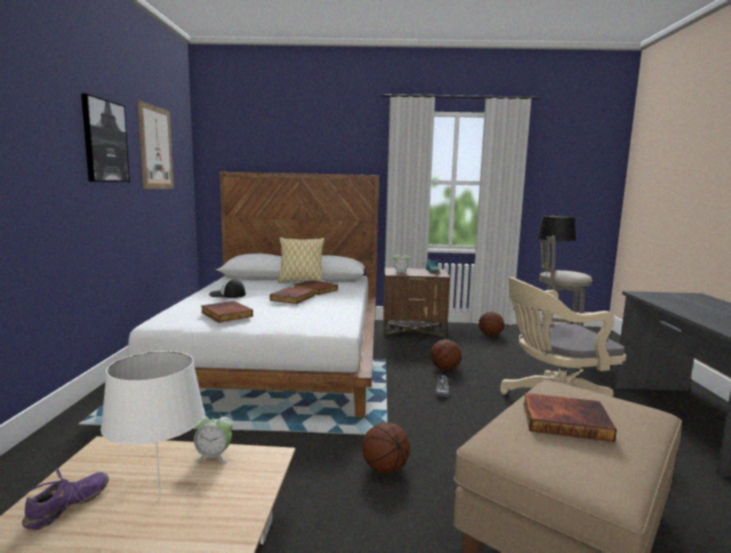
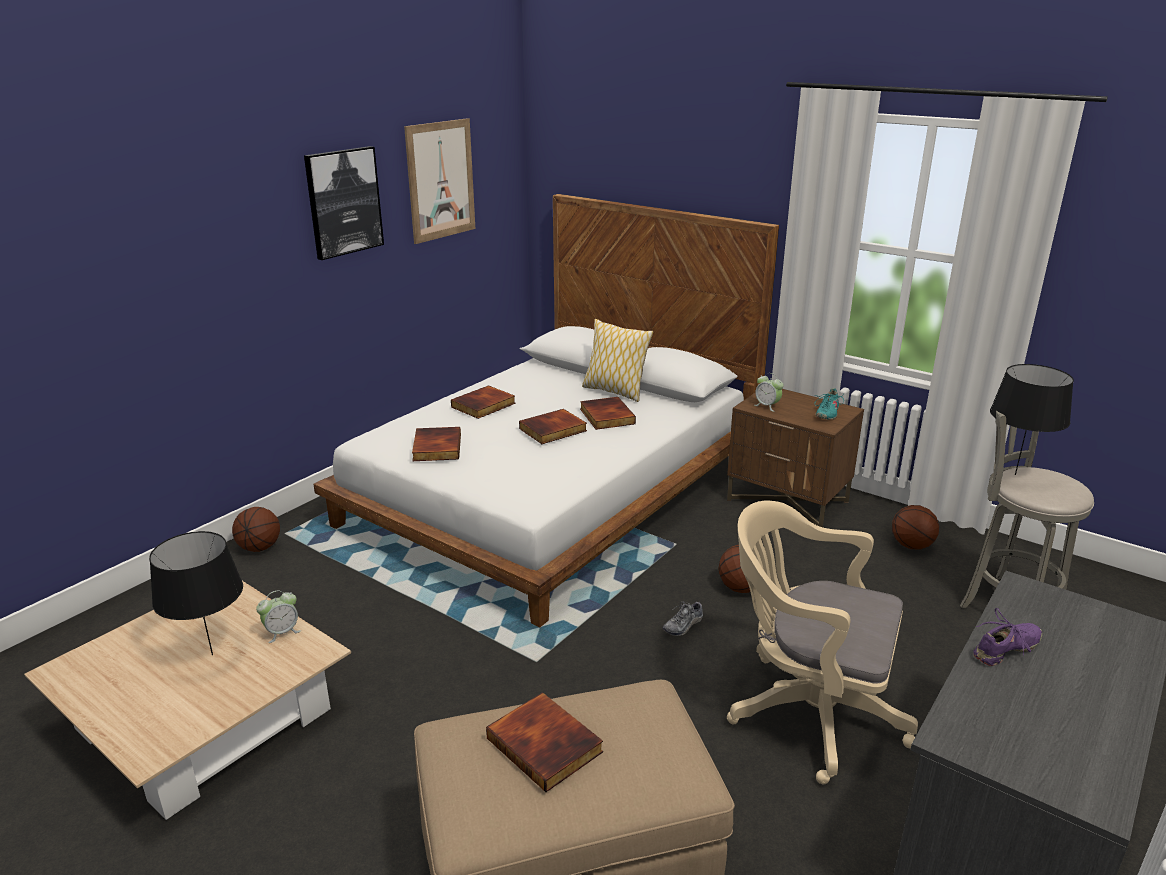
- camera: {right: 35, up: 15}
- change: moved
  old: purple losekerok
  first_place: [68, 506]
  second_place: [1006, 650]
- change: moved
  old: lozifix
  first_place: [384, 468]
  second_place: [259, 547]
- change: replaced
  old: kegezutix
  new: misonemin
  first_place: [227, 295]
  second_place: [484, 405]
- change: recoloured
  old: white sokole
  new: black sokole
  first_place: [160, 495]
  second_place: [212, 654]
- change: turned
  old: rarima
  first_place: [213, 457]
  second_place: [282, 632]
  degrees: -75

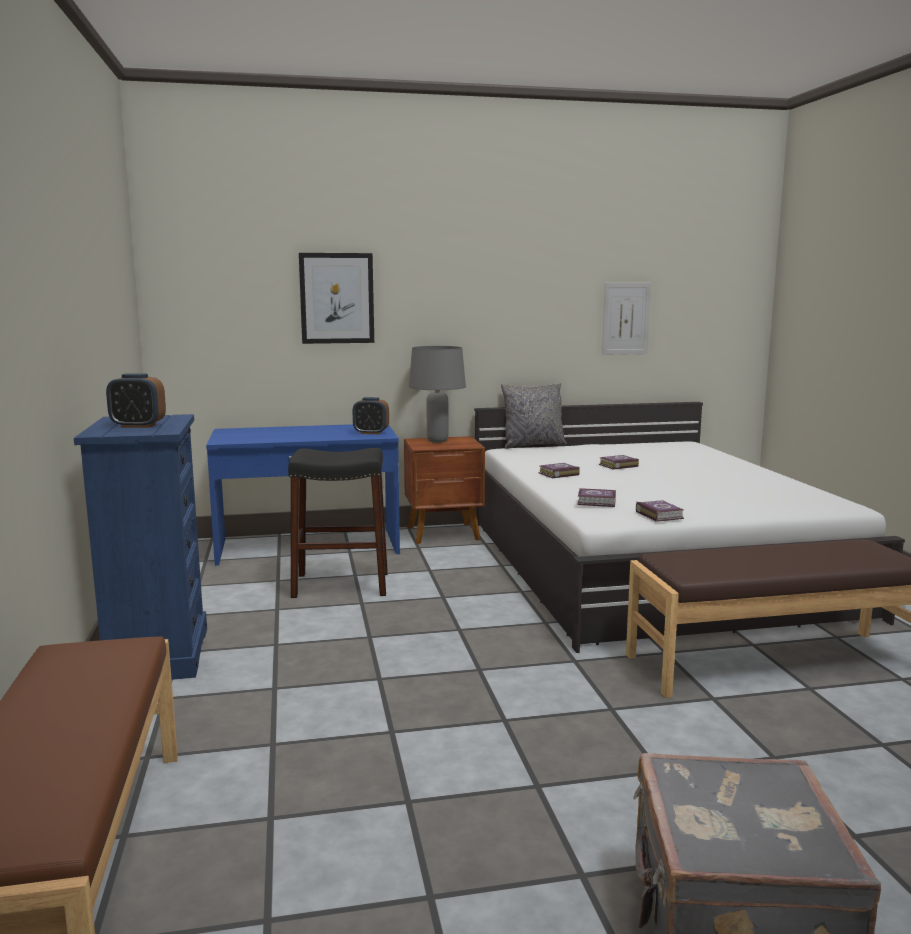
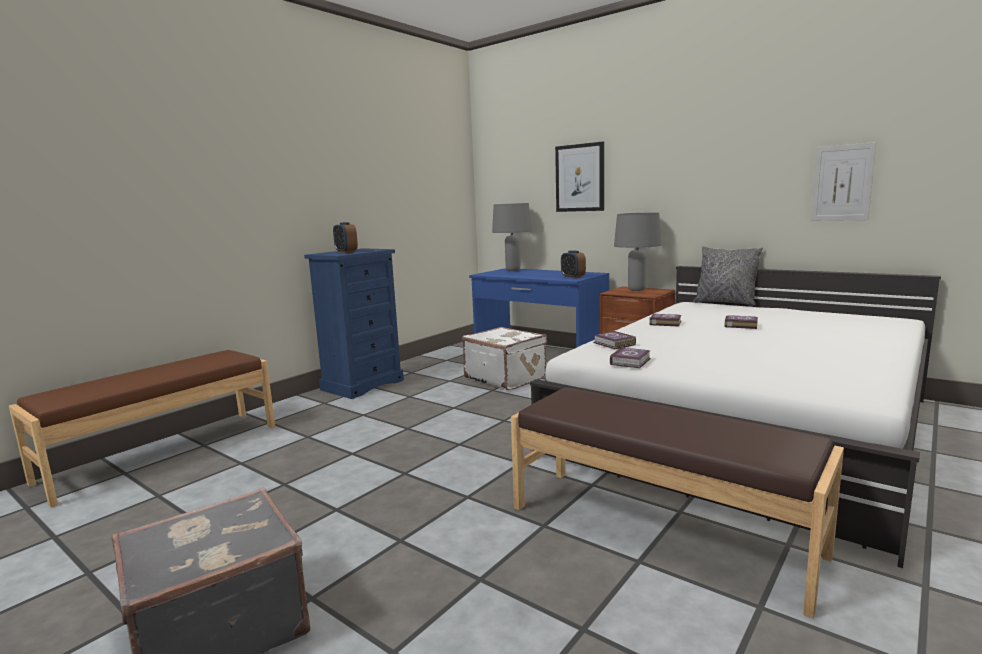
- camera: {right: 50, up: 0}
- change: added
  new: grey sokole
  second_place: [513, 270]
- change: replaced
  old: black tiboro
  new: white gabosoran
  first_place: [340, 585]
  second_place: [506, 378]

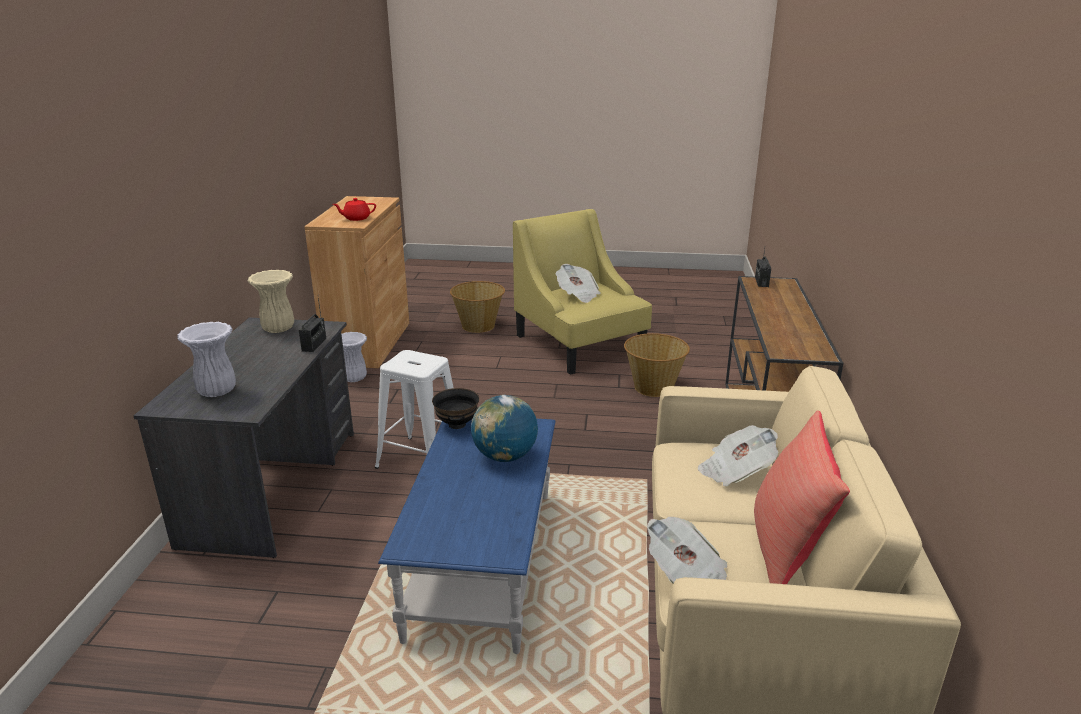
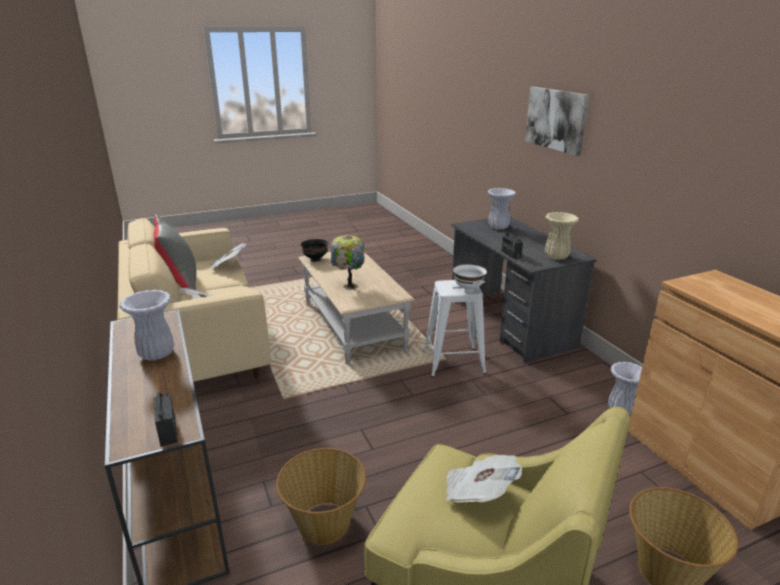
- camera: {right: 150, up: 0}
- change: removed
  old: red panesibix
  first_place: [356, 218]
- change: added
  new: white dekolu
  second_place: [157, 354]
- change: added
  new: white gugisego
  second_place: [468, 289]
- change: added
  new: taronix
  second_place: [556, 119]
- change: moved
  old: black gugisego
  first_place: [457, 424]
  second_place: [315, 259]
- change: replaced
  old: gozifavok
  new: sokole
  first_place: [505, 457]
  second_place: [349, 286]
- change: recoloured
  old: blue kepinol
  new: beige kepinol
  first_place: [482, 562]
  second_place: [353, 326]
- change: recoloured
  old: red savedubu
  new: grey savedubu
  first_place: [787, 550]
  second_place: [180, 283]

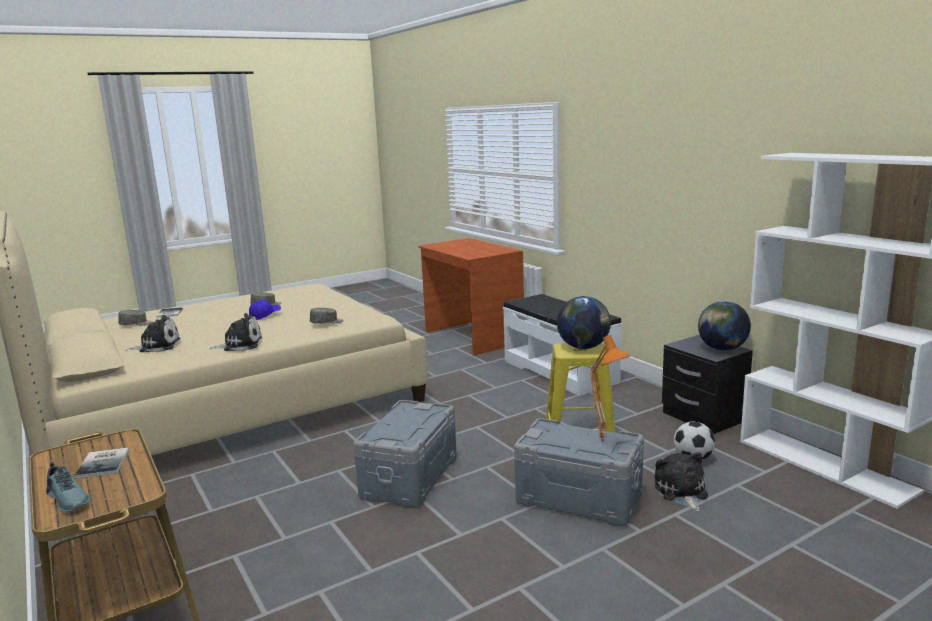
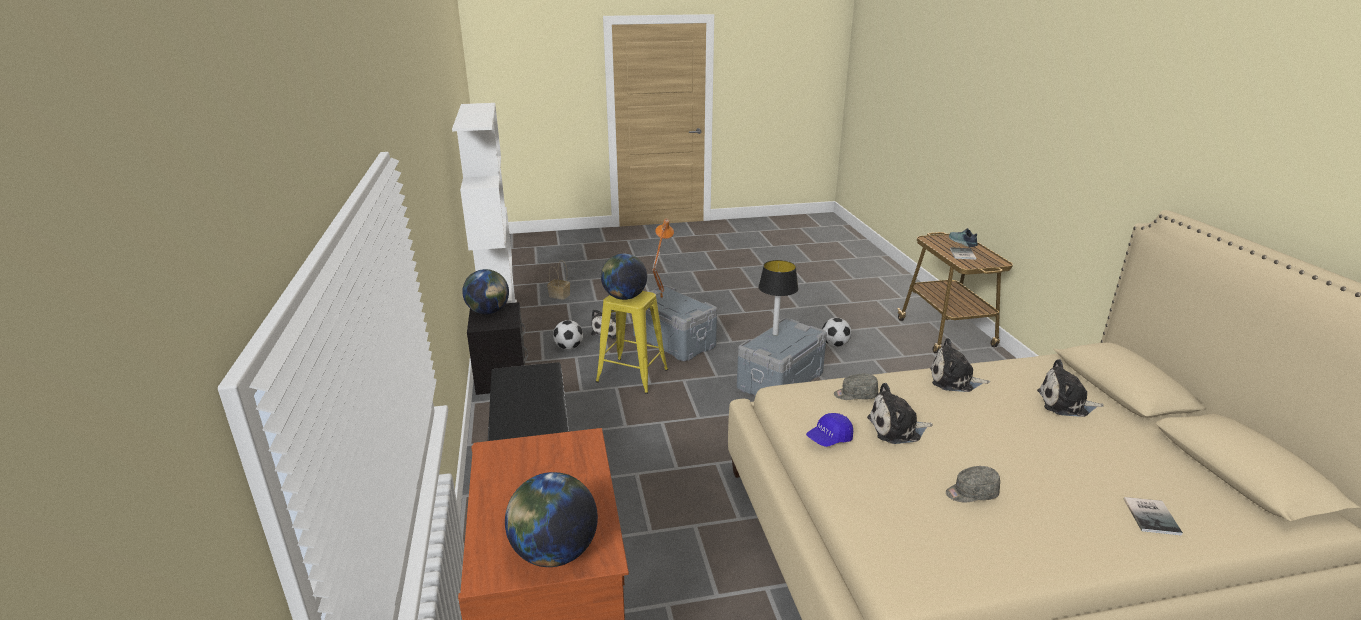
- camera: {right: -160, up: 10}
- change: removed
  old: grey kegezutix
  first_place: [136, 324]
- change: added
  new: gozifavok
  second_place: [554, 553]
- change: added
  new: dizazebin
  second_place: [560, 295]
- change: added
  new: sokole
  second_place: [774, 334]
- change: added
  new: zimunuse
  second_place: [835, 345]
- change: added
  new: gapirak
  second_place: [897, 429]
- change: moved
  old: blue kegezutix
  first_place: [265, 315]
  second_place: [829, 439]

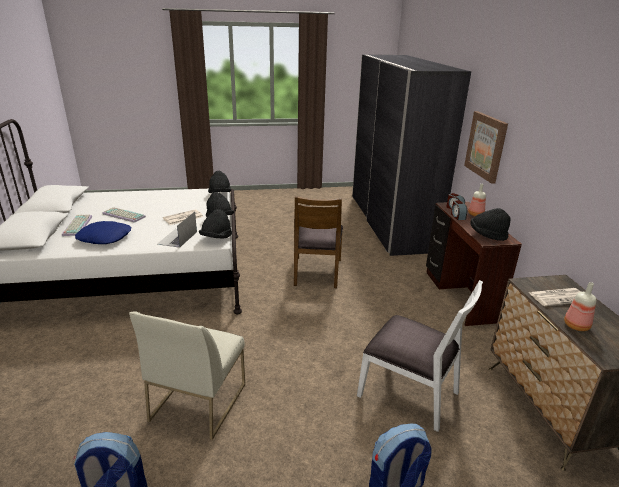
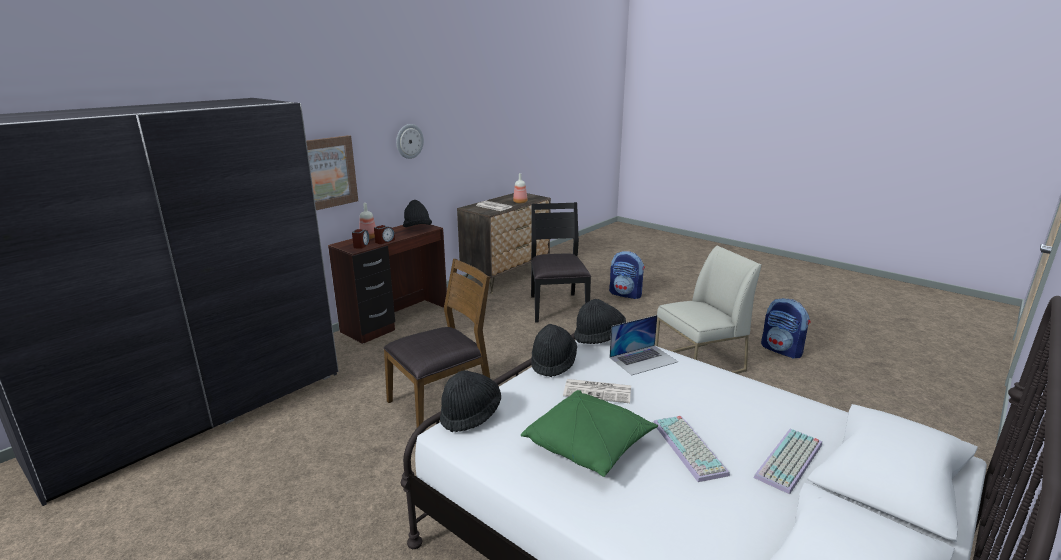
- camera: {right: -130, up: -5}
- change: removed
  old: blue savedubu
  first_place: [105, 237]
- change: added
  new: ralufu
  second_place: [409, 141]
- change: added
  new: green savedubu
  second_place: [589, 445]
- change: recoloured
  old: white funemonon
  new: black funemonon
  first_place: [409, 393]
  second_place: [557, 307]

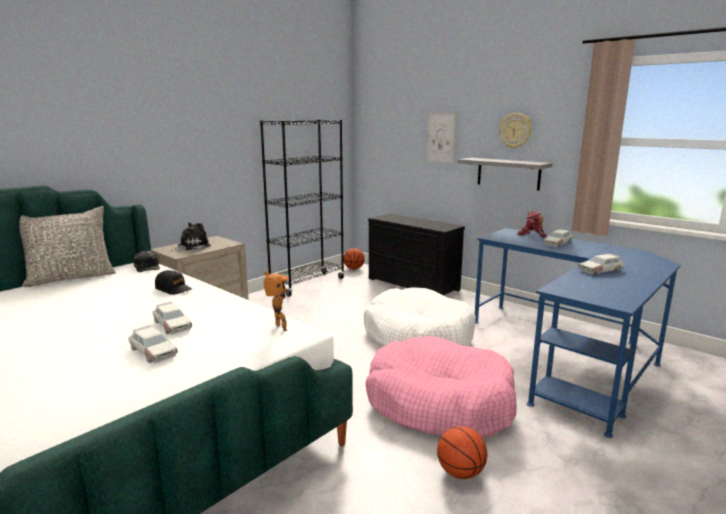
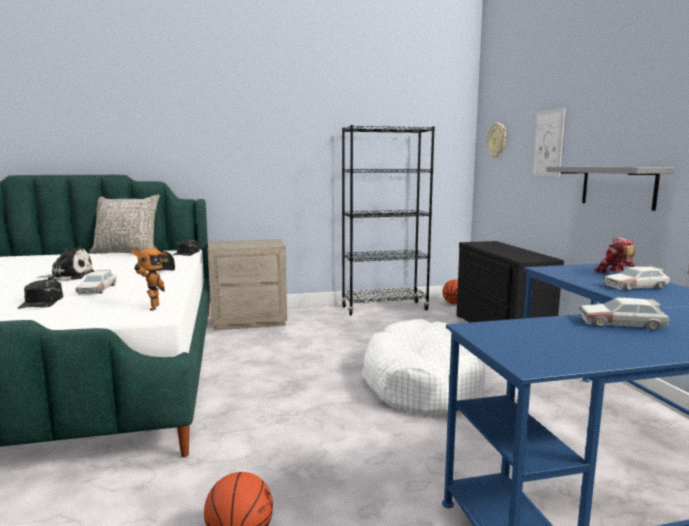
- camera: {right: 35, up: -5}
- change: removed
  old: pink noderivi
  first_place: [439, 403]
- change: moved
  old: gapirak
  first_place: [192, 246]
  second_place: [69, 276]
- change: moved
  old: ralufu
  first_place: [515, 130]
  second_place: [497, 140]
- change: replaced
  old: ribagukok
  new: black kegezutix
  first_place: [153, 351]
  second_place: [42, 302]

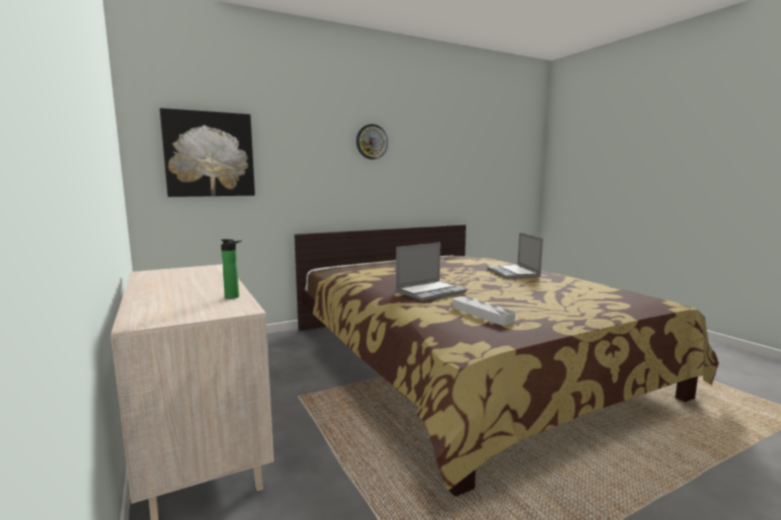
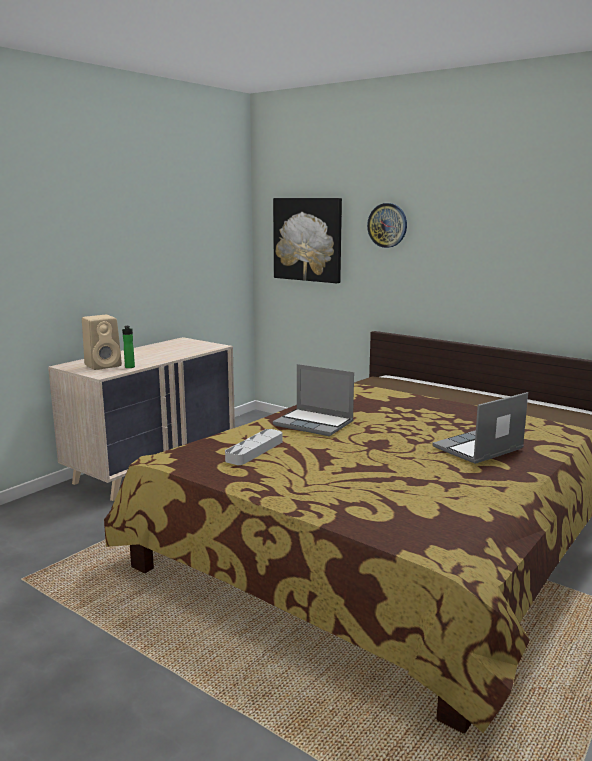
- camera: {right: 65, up: 5}
- change: added
  new: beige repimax
  second_place: [104, 365]
- change: moved
  old: ralufu
  first_place: [371, 142]
  second_place: [387, 225]

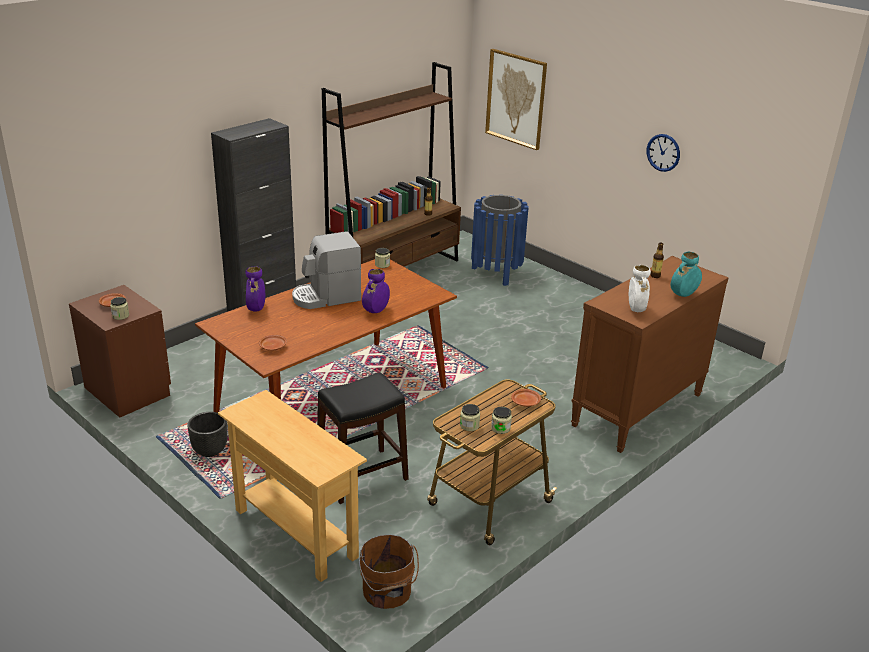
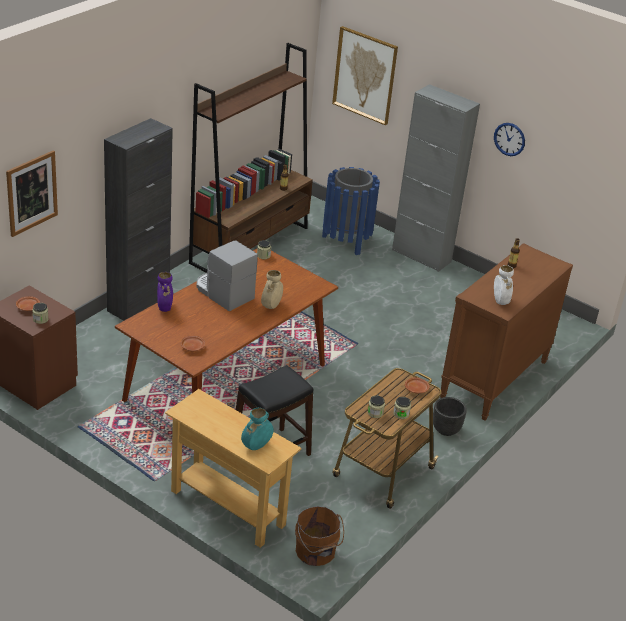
- camera: {right: -10, up: 5}
- change: added
  new: taronix
  second_place: [31, 193]
- change: added
  new: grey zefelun
  second_place: [421, 256]
- change: moved
  old: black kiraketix
  first_place: [210, 450]
  second_place: [446, 429]
- change: moved
  old: turquoise dekolu
  first_place: [683, 294]
  second_place: [256, 446]
- change: recoloured
  old: purple dekolu
  new: beige dekolu
  first_place: [376, 311]
  second_place: [271, 306]
- change: turned
  old: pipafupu
  first_place: [326, 297]
  second_place: [223, 293]
  degrees: 75

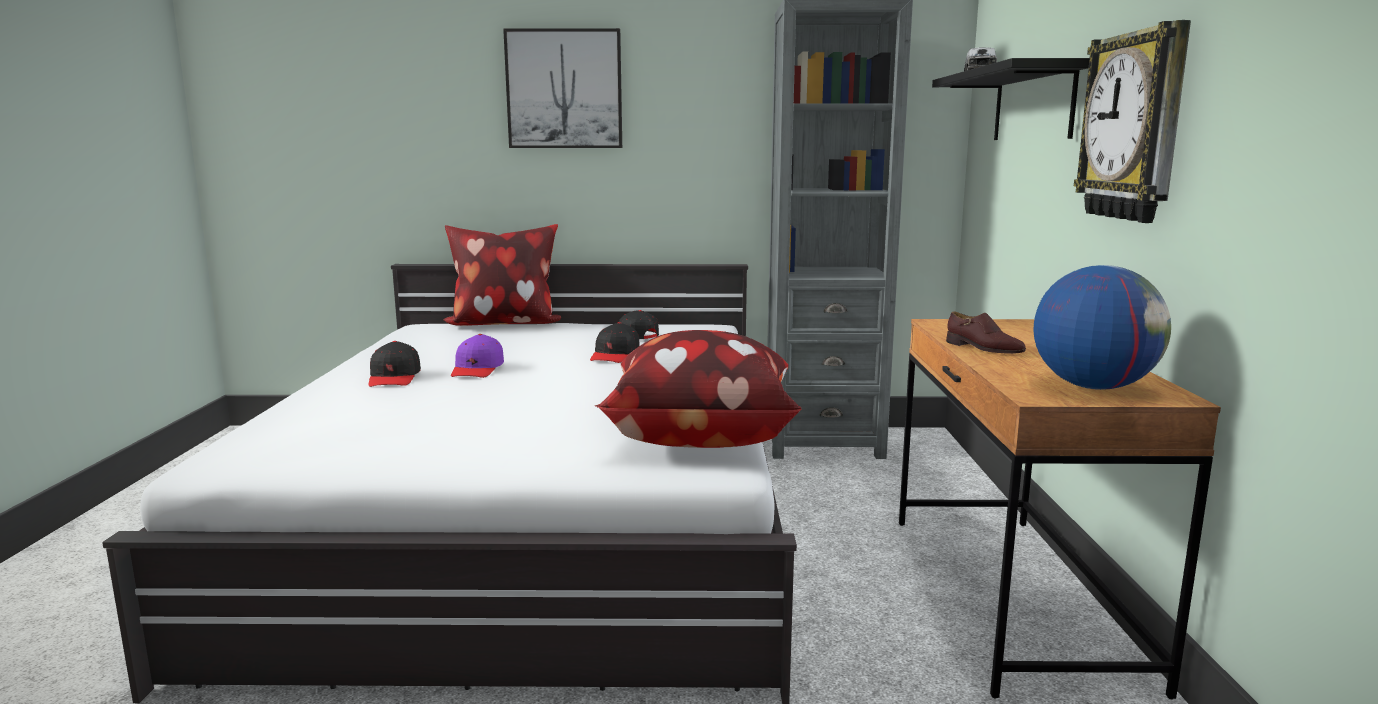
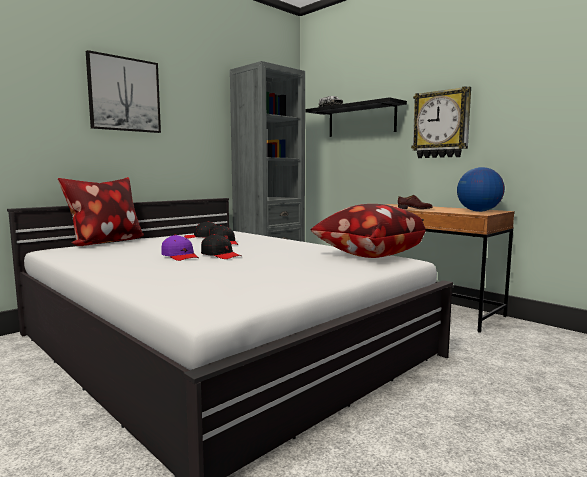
- camera: {right: -45, up: -5}
- change: moved
  old: black kegezutix
  first_place: [394, 377]
  second_place: [220, 255]

